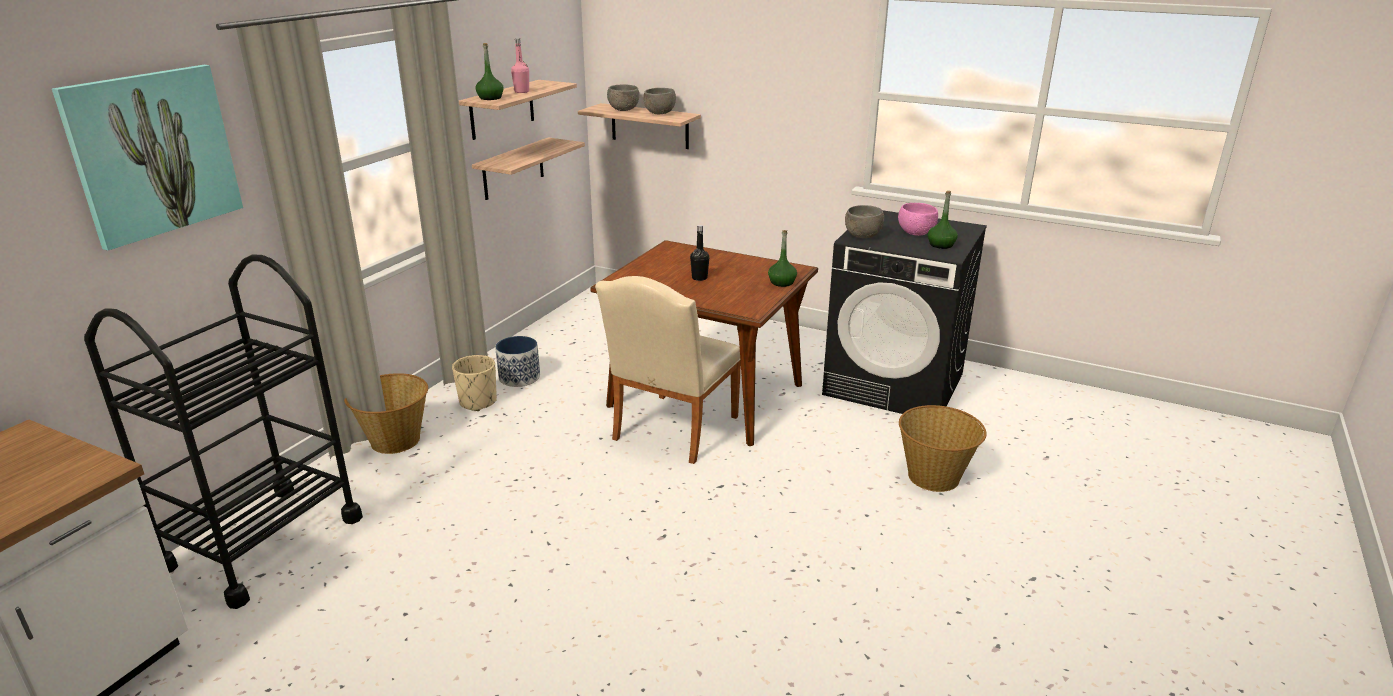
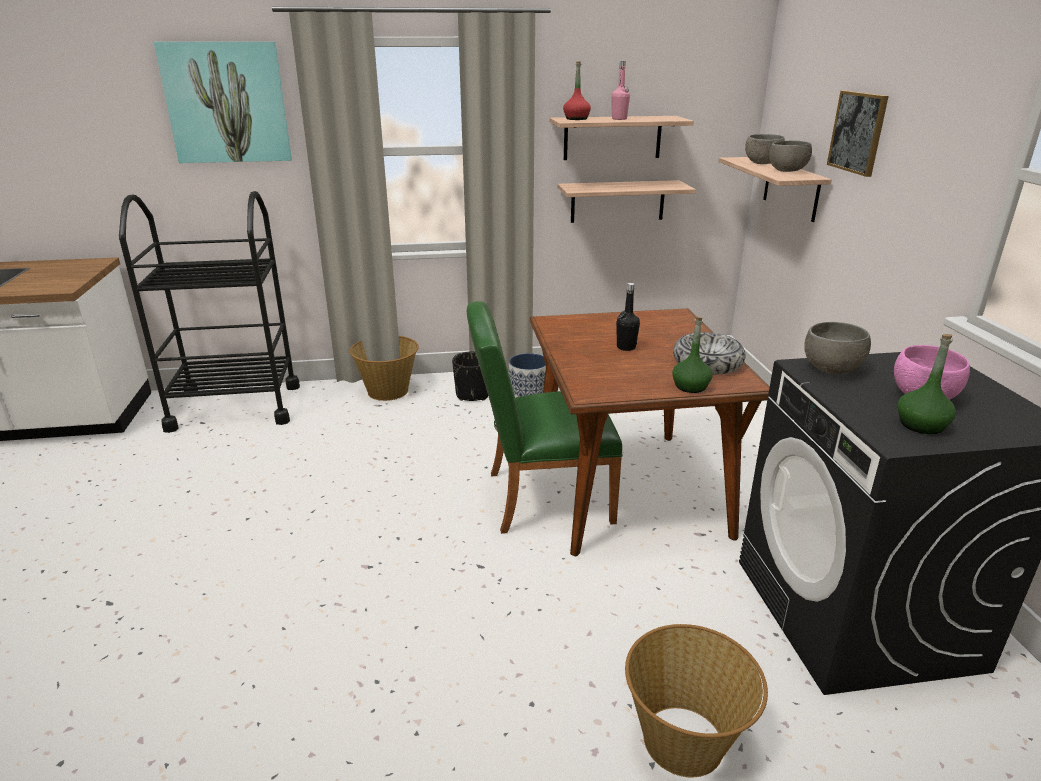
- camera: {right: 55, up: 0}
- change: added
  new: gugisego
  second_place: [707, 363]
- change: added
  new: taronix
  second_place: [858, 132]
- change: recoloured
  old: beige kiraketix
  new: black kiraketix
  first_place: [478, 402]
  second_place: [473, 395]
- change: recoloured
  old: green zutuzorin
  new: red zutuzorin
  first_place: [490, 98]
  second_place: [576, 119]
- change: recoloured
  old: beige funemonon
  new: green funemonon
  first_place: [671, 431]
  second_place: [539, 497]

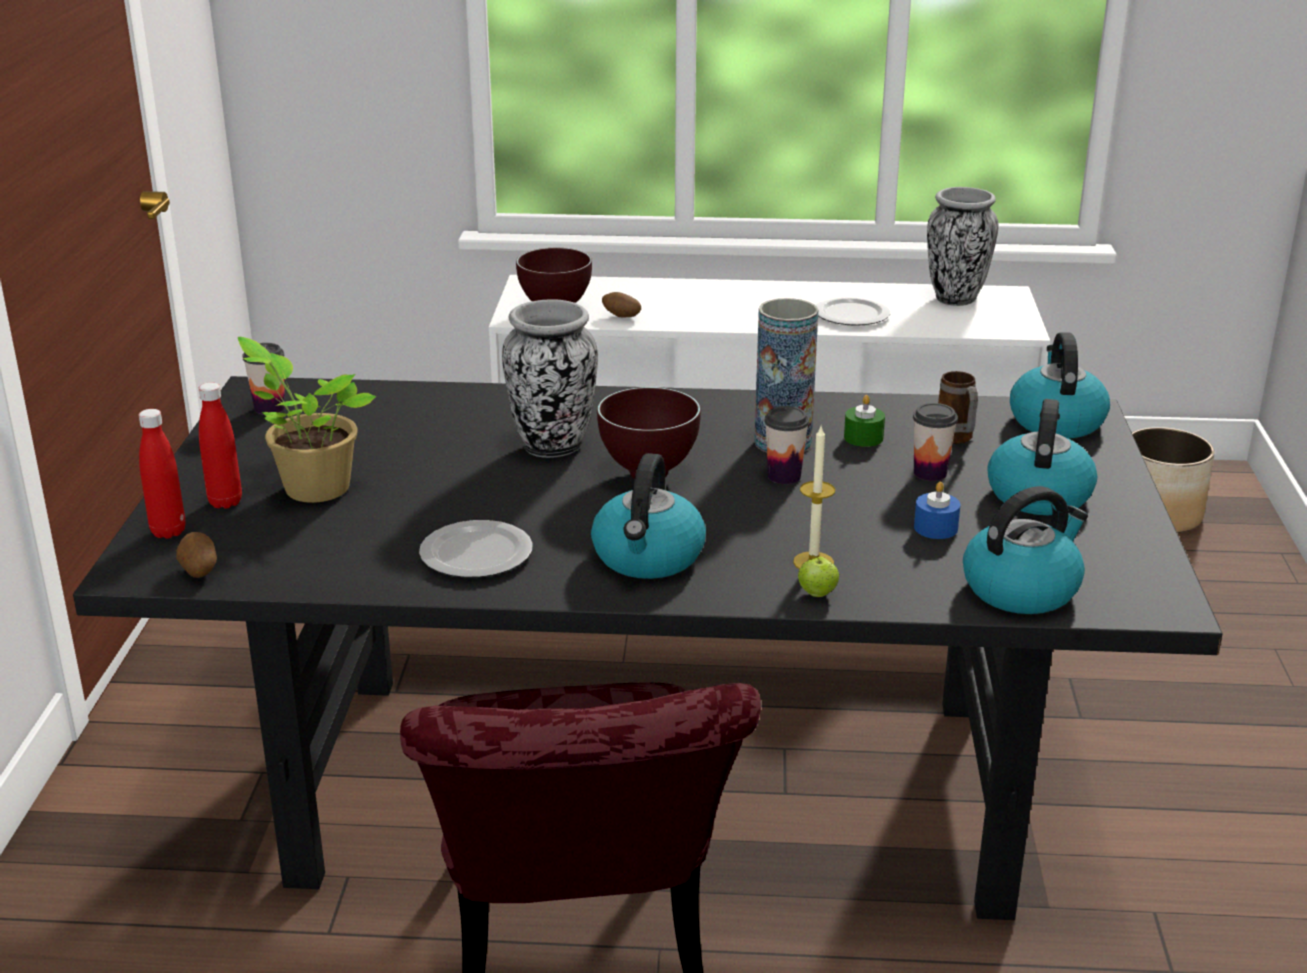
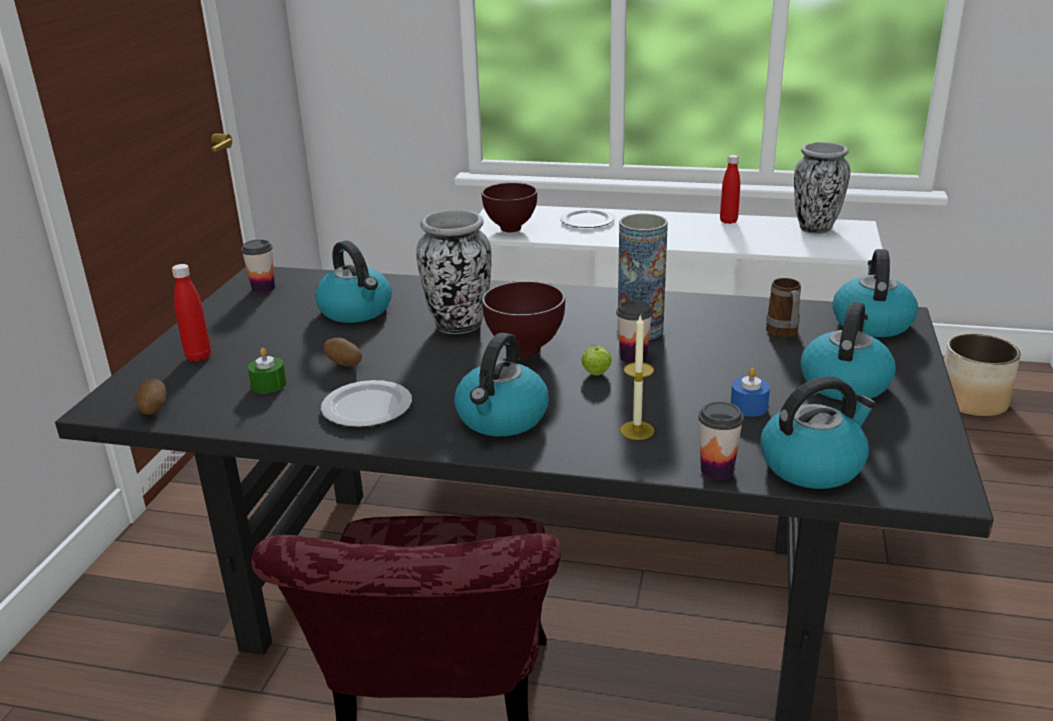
- camera: {right: 10, up: 0}
- change: removed
  old: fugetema
  first_place: [312, 488]
- change: added
  new: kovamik
  second_place: [356, 310]
- change: moved
  old: red zutuzorin
  first_place: [168, 531]
  second_place: [728, 221]
- change: moved
  old: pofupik
  first_place: [621, 317]
  second_place: [344, 364]
- change: moved
  old: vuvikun
  first_place: [817, 594]
  second_place: [596, 373]
- change: moved
  old: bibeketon
  first_place: [852, 314]
  second_place: [587, 221]
- change: moved
  old: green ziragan
  first_place: [863, 438]
  second_place: [269, 384]
- change: moved
  old: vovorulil
  first_place: [930, 473]
  second_place: [717, 470]

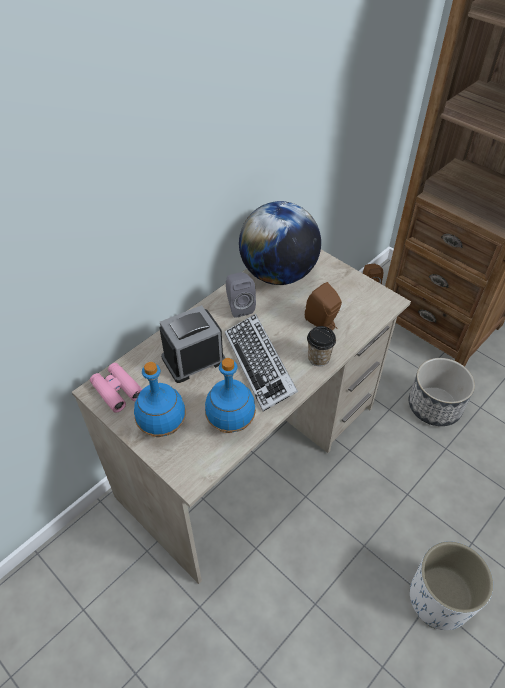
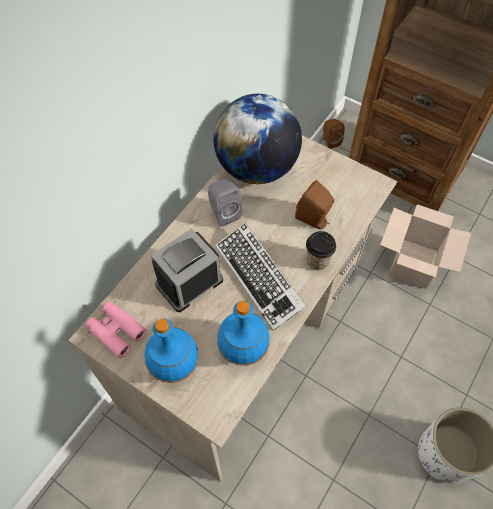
- camera: {right: -10, up: 10}
- change: replaced
  old: kiraketix
  new: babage
  first_place: [434, 405]
  second_place: [412, 262]

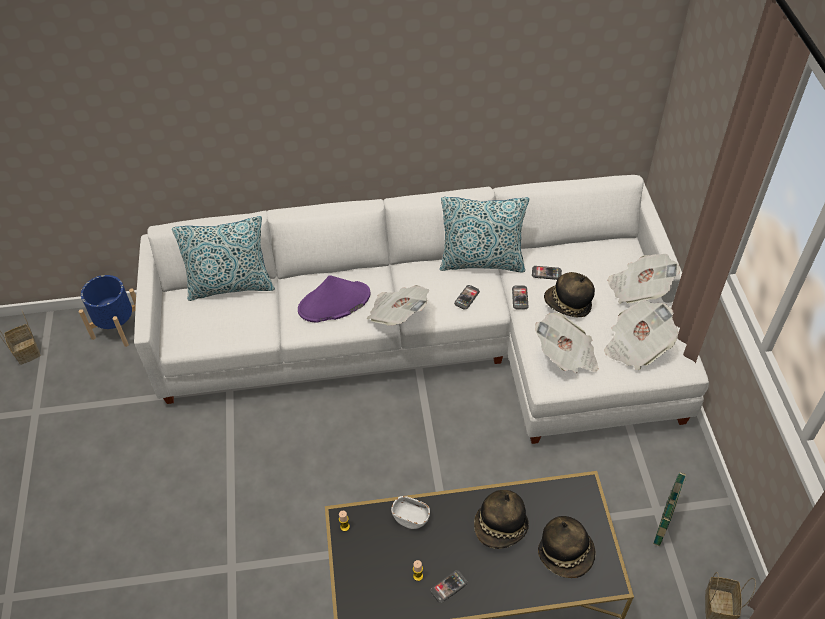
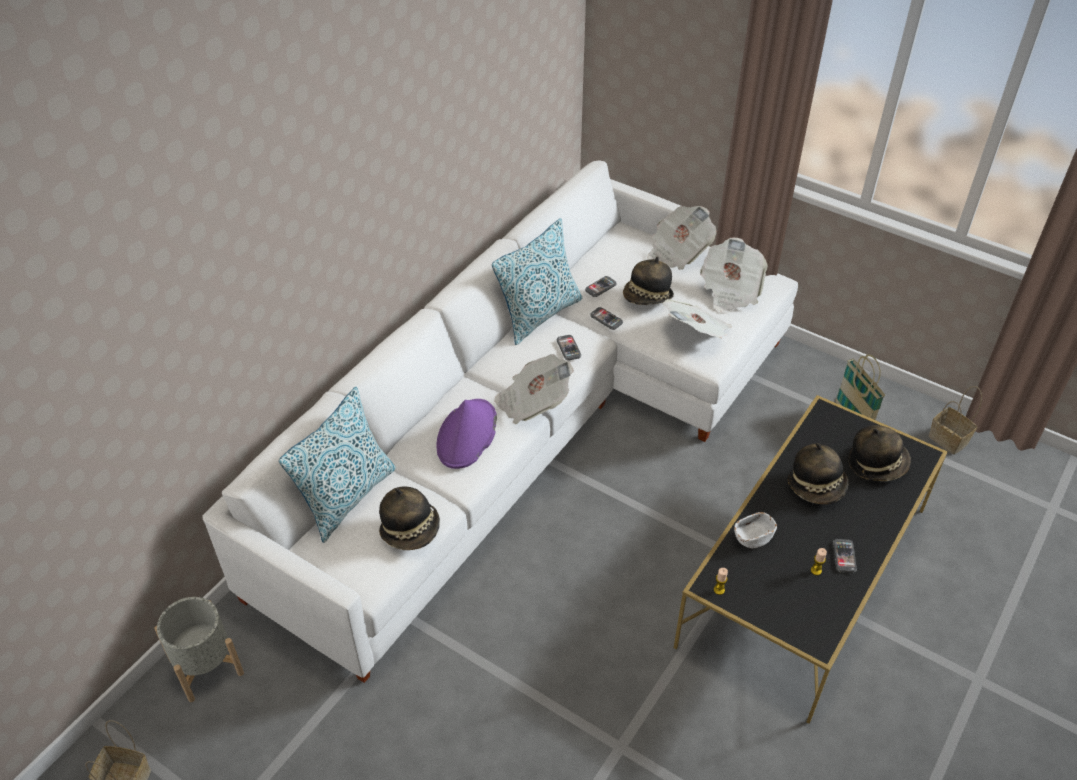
- camera: {right: -50, up: -5}
- change: added
  new: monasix
  second_place: [411, 530]
- change: recoloured
  old: blue kiraketix
  new: grey kiraketix
  first_place: [117, 327]
  second_place: [206, 667]

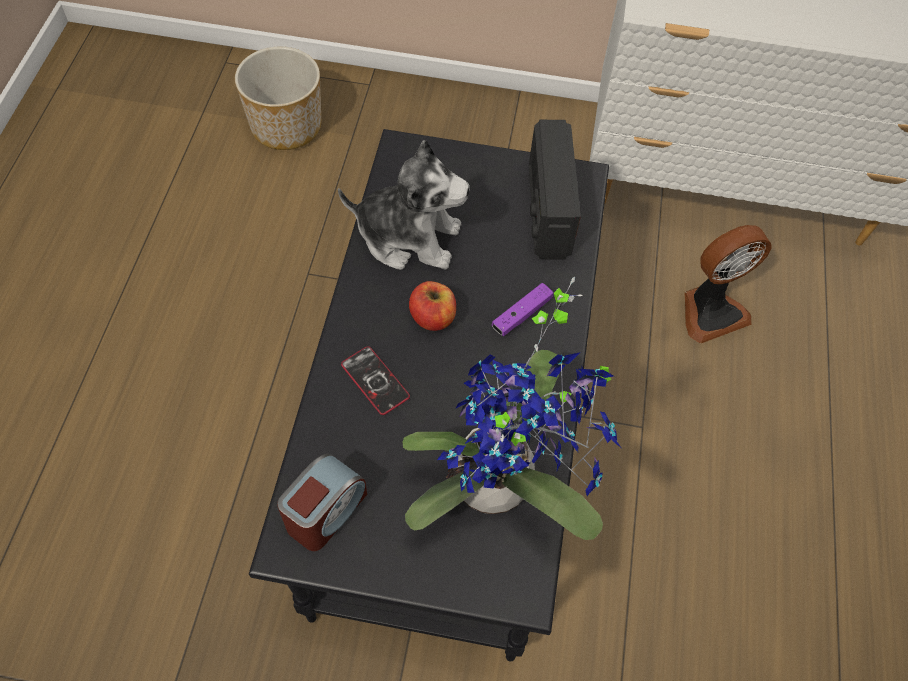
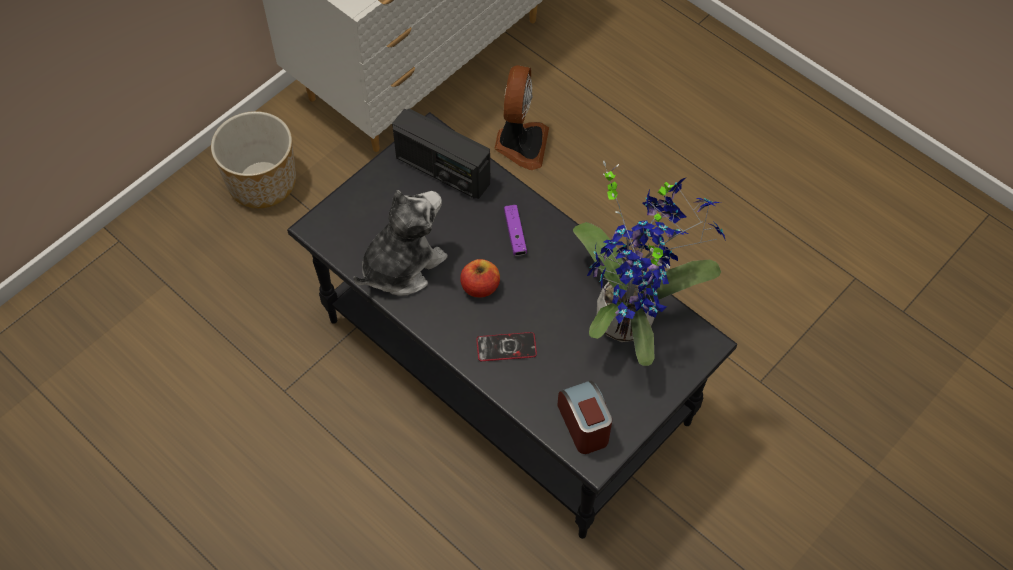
- camera: {right: -55, up: 0}
- change: moved
  old: kiraketix
  first_place: [286, 126]
  second_place: [261, 182]

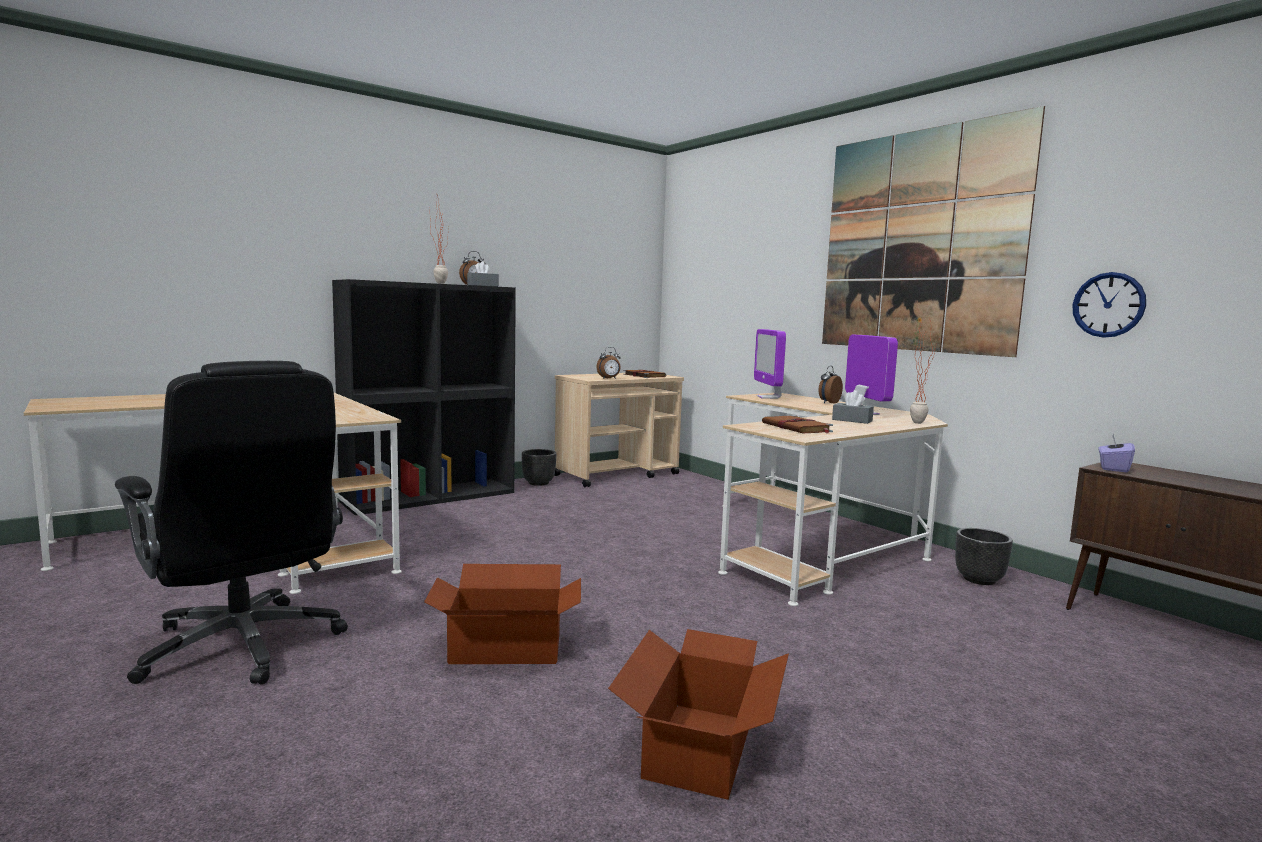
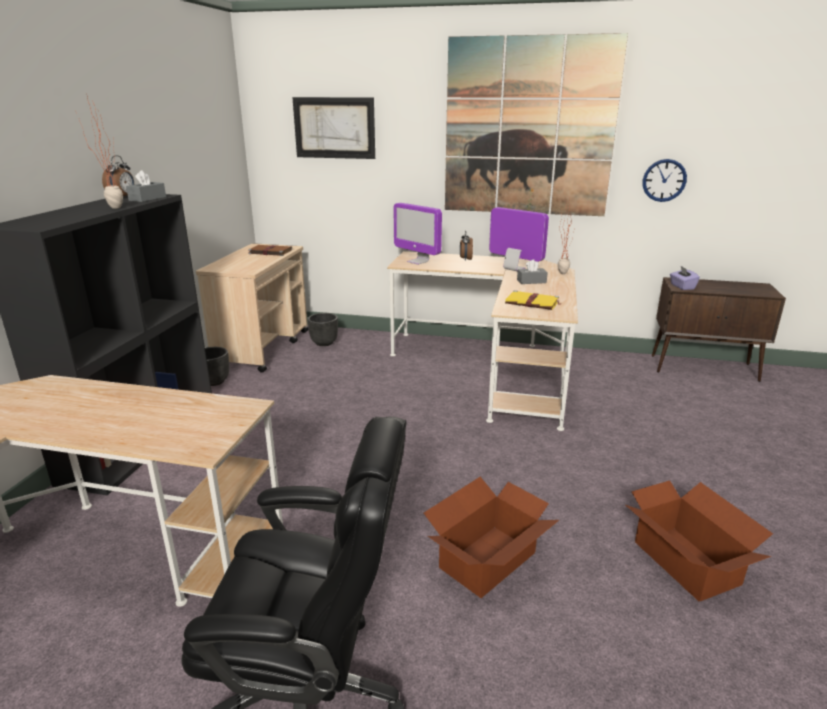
- camera: {right: -40, up: 15}
- change: removed
  old: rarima
  first_place: [609, 378]
- change: added
  new: taronix
  second_place: [334, 128]
- change: moved
  old: black kiraketix
  first_place: [979, 579]
  second_place: [324, 343]
- change: recoloured
  old: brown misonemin
  new: yellow misonemin
  first_place: [797, 428]
  second_place: [533, 303]

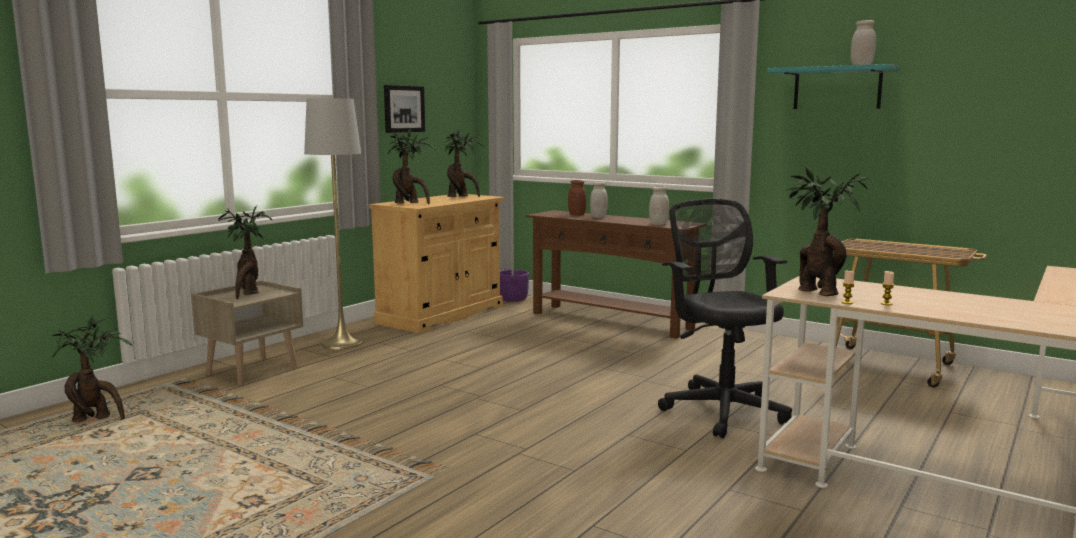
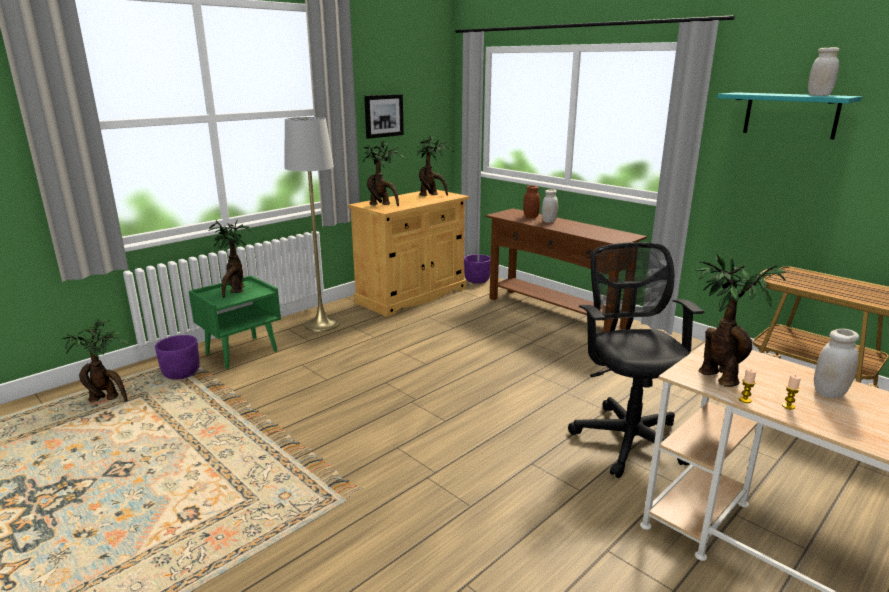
- camera: {right: 10, up: 10}
- change: added
  new: purple kiraketix
  second_place: [181, 373]
- change: moved
  old: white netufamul
  first_place: [658, 224]
  second_place: [829, 393]
- change: recoloured
  old: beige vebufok
  new: green vebufok
  first_place: [252, 370]
  second_place: [242, 352]

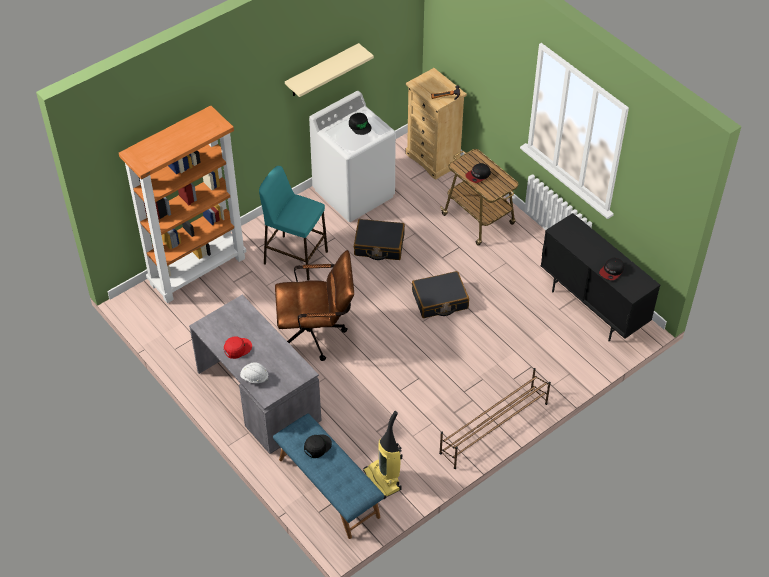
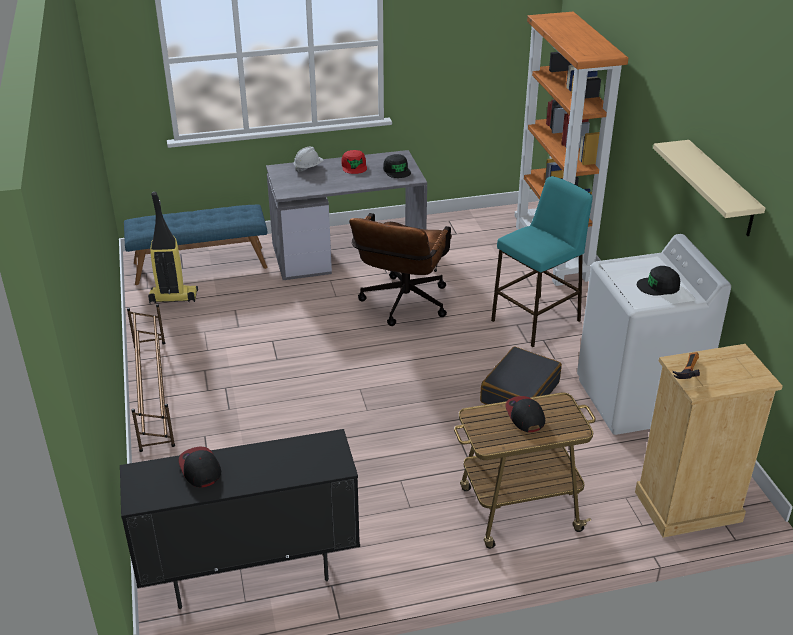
- camera: {right: 115, up: -15}
- change: removed
  old: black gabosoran
  first_place: [440, 300]
- change: moved
  old: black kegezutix
  first_place: [317, 446]
  second_place: [397, 170]

